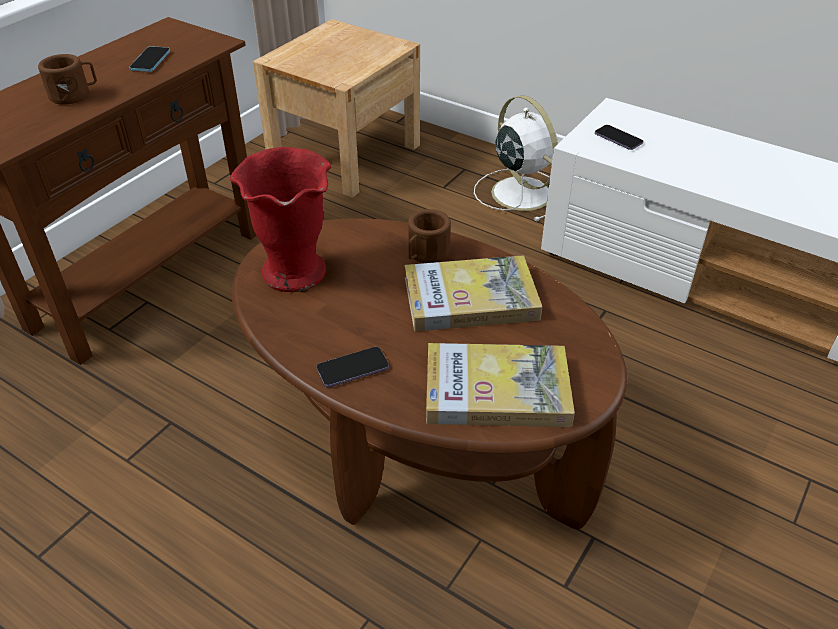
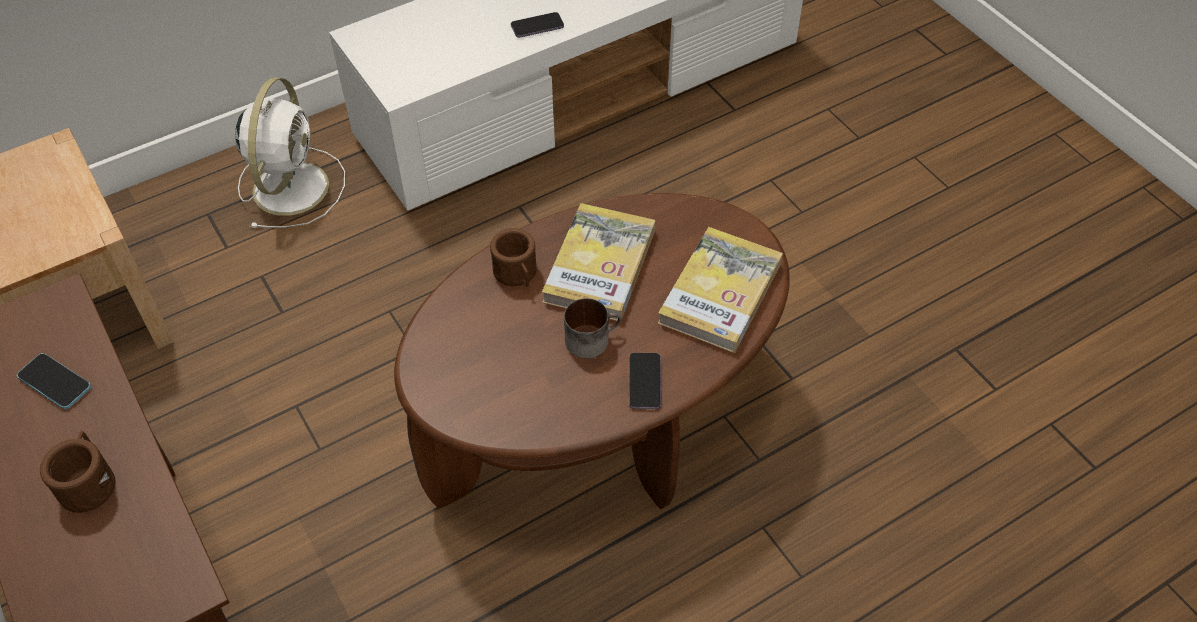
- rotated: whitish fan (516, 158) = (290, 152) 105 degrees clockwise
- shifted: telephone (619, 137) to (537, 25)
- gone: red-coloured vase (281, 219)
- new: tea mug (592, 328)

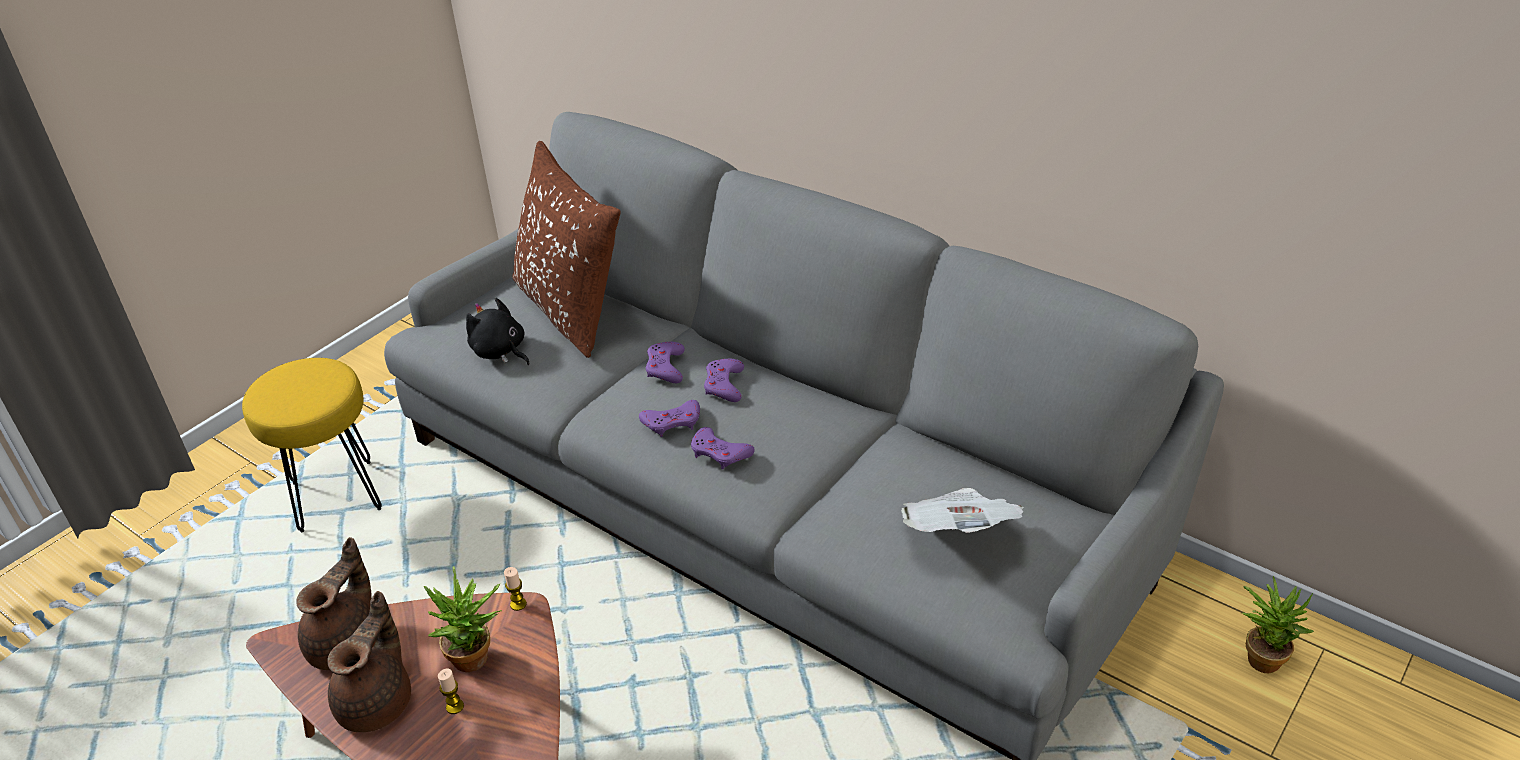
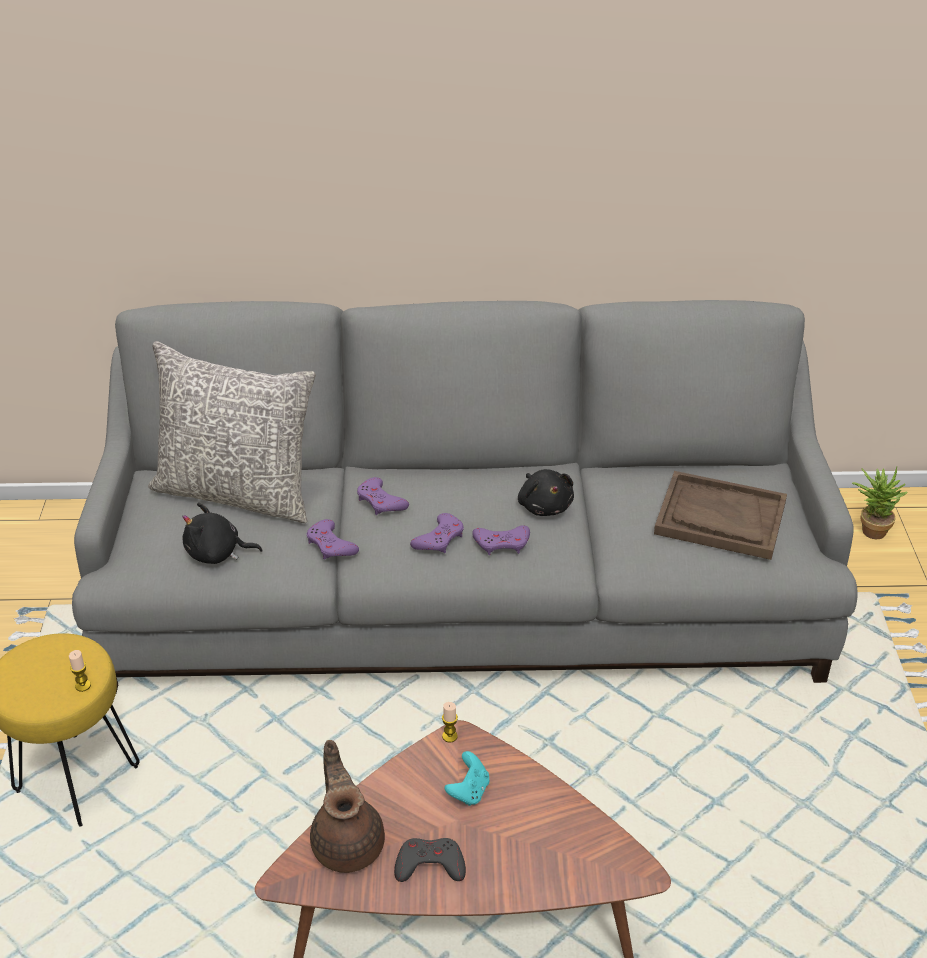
- repainted: brownish throw pillow (566, 249) to gray throw pillow (232, 432)
- shifted: purple-coloured game controller (724, 380) to (333, 539)
- swapped: newspaper (962, 510) to brownish carrying tray (720, 515)
- swapped: potted plant (463, 619) to turquoise game controller (467, 778)
- swapped: brownish tea pot (369, 661) to gray game controller (430, 860)
- shifted: wax candle (451, 691) to (80, 671)
- new: black plush toy (546, 492)

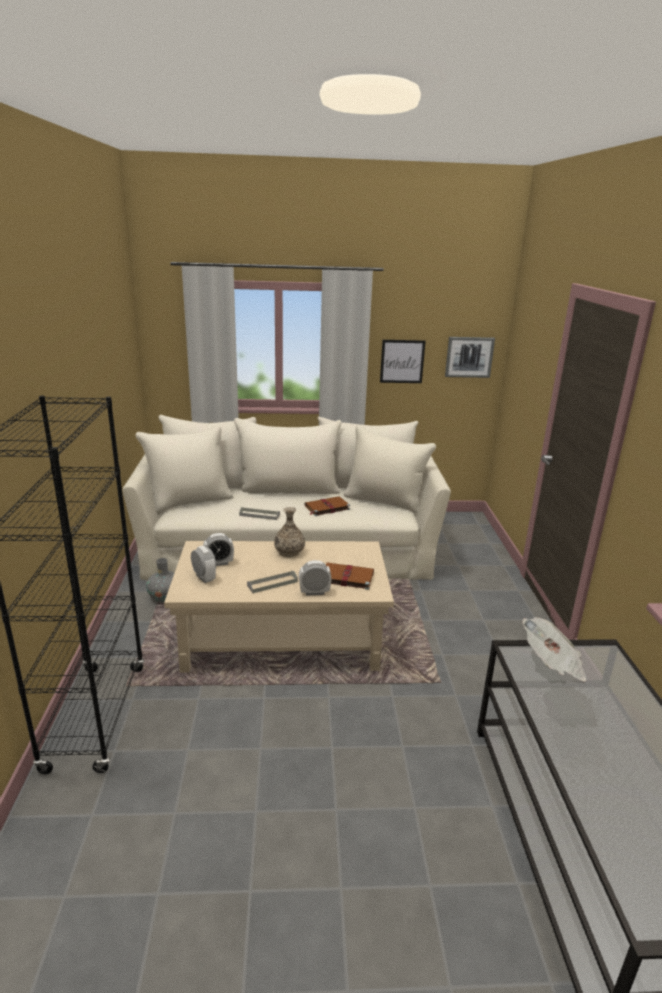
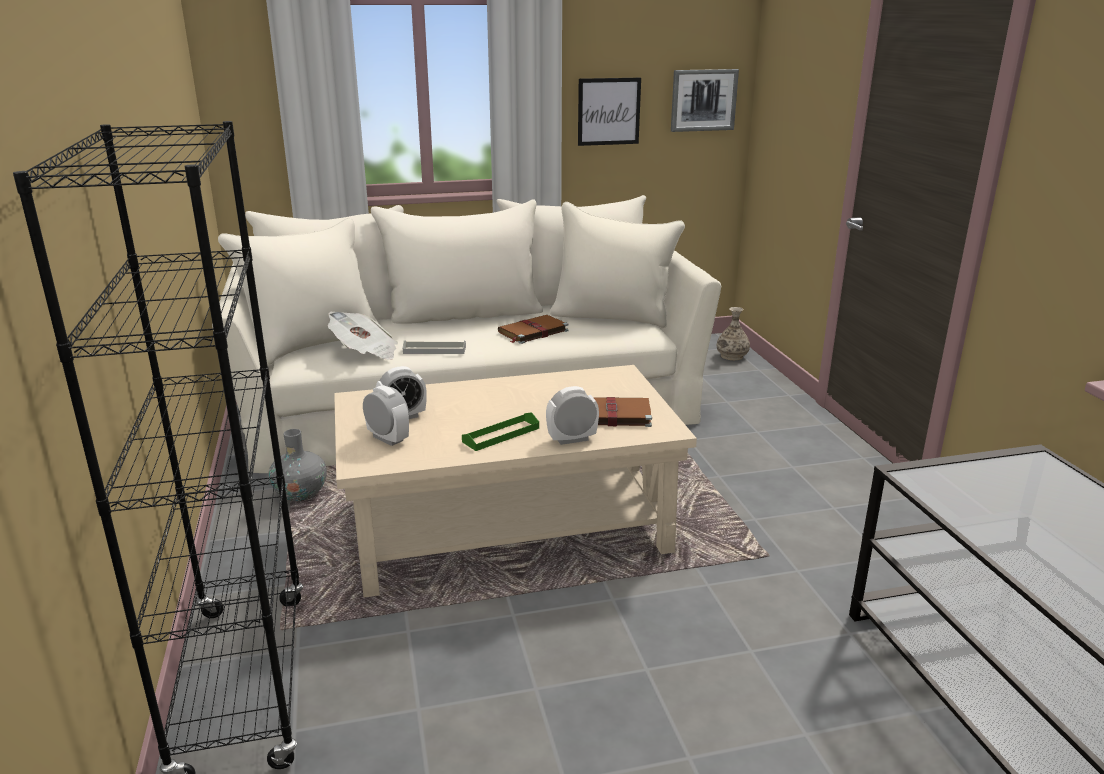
- shifted: vase (289, 532) to (733, 333)
- repainted: gray carrying tray (272, 582) to greenish carrying tray (500, 431)
- shifted: newspaper (555, 649) to (363, 336)

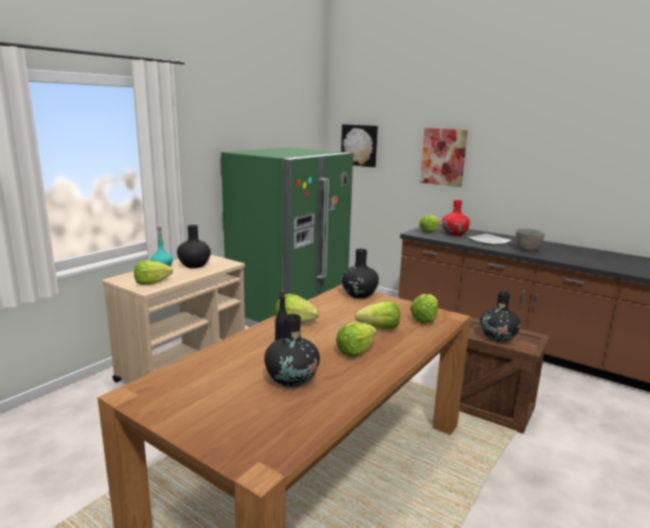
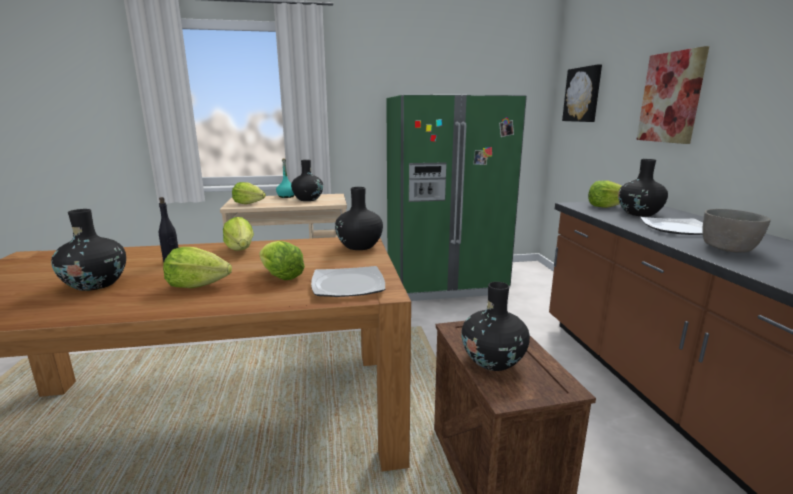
- repainted: red-coloured vase (456, 218) to black vase (643, 188)
- swapped: lettuce head (424, 308) to plate (348, 281)

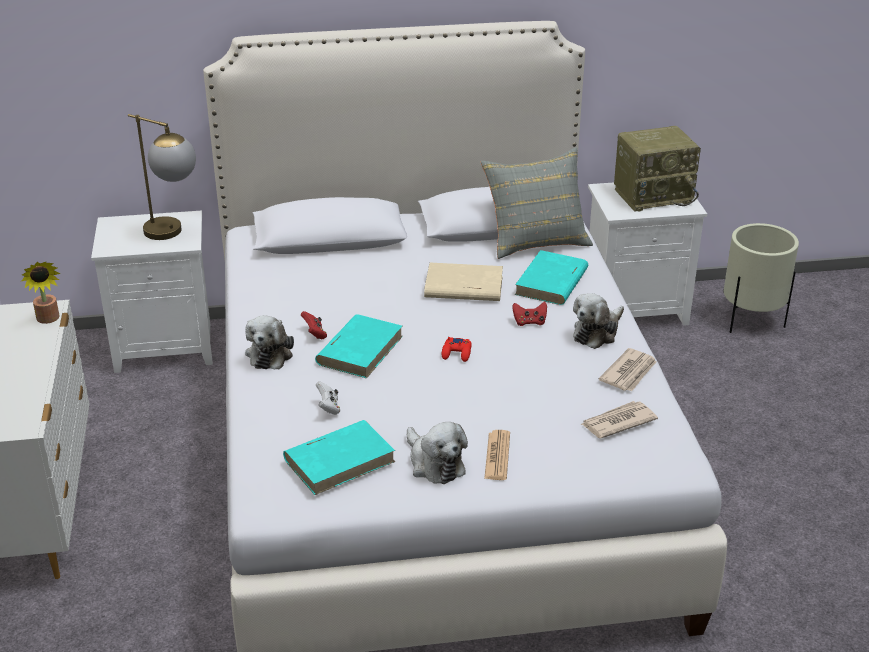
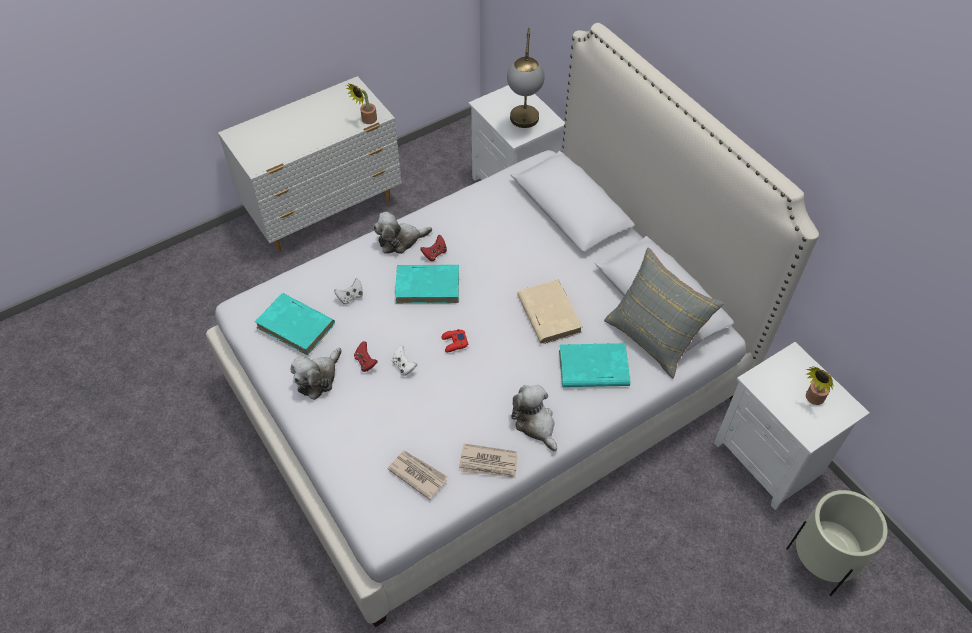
- swapped: radio (657, 169) to potted plant (819, 385)
- rotated: plush toy (598, 321) = (534, 418) 45 degrees clockwise
- shifted: red-coloured game controller (529, 314) to (366, 356)
- gone: newspaper (497, 455)
- new: whitish game controller (404, 360)

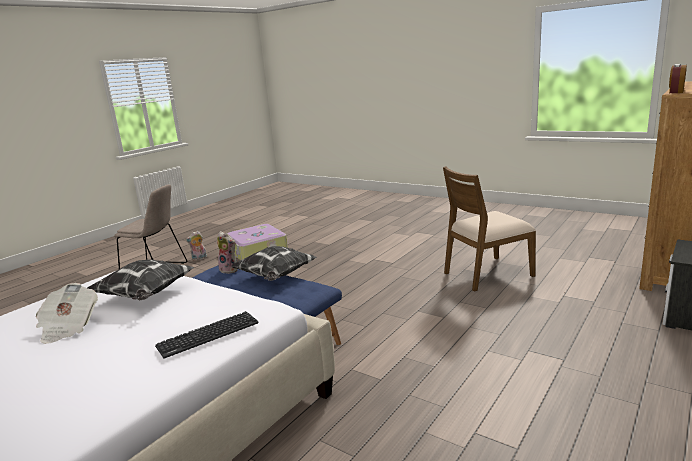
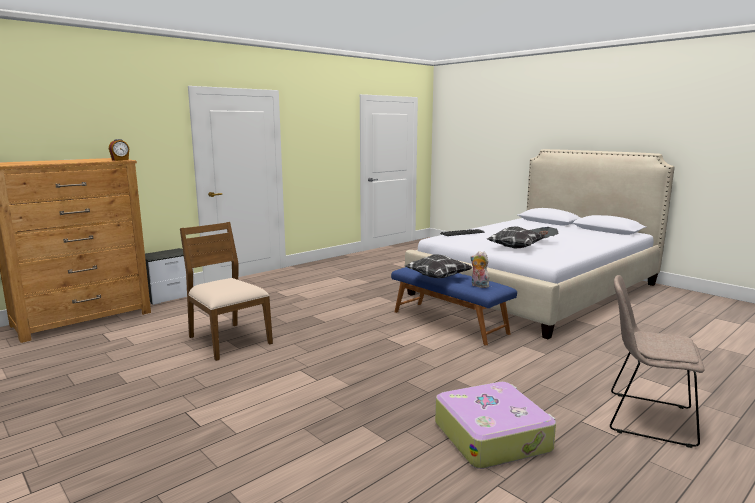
- rotated: brownish chair (489, 228) = (226, 291) 120 degrees counterclockwise
- gone: plush toy (196, 246)

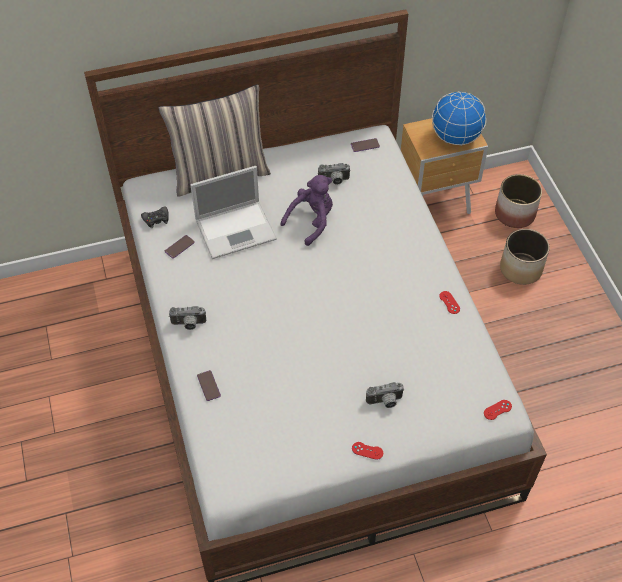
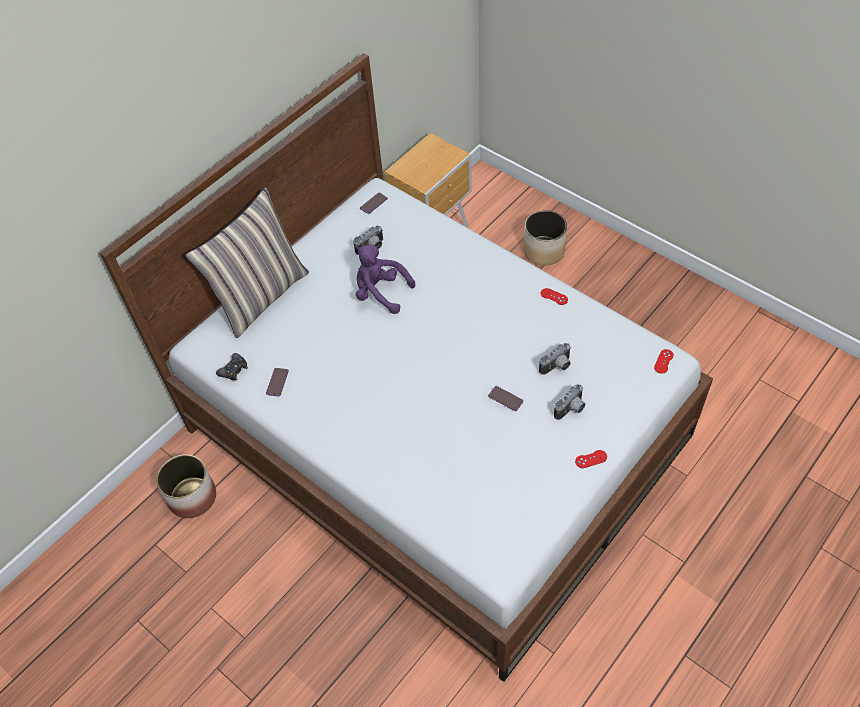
- gone: world globe (459, 118)
- gone: notebook computer (233, 212)
- shifted: flower pot (518, 201) to (186, 486)
- rotated: purple-coloured plush toy (306, 210) = (385, 279) 75 degrees counterclockwise
- shifted: photo camera (187, 318) to (555, 359)
- shifted: telephone (209, 385) to (506, 398)

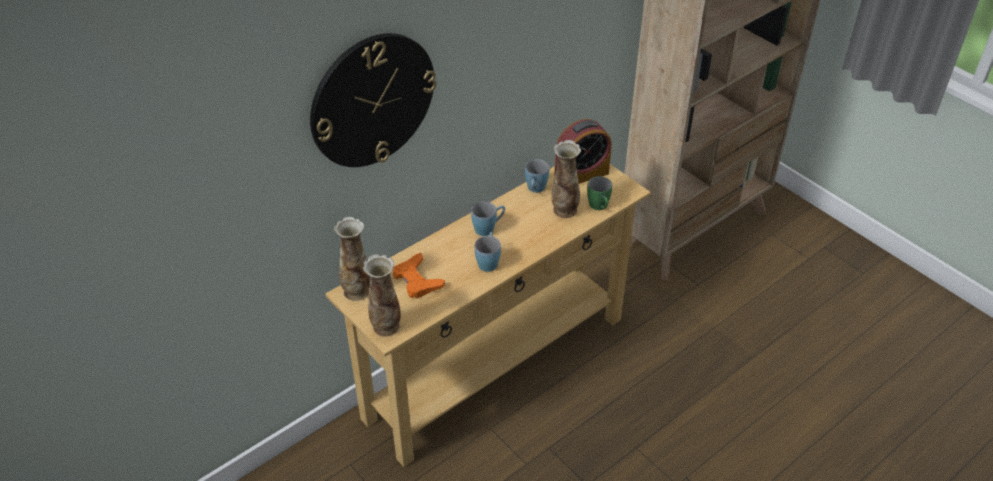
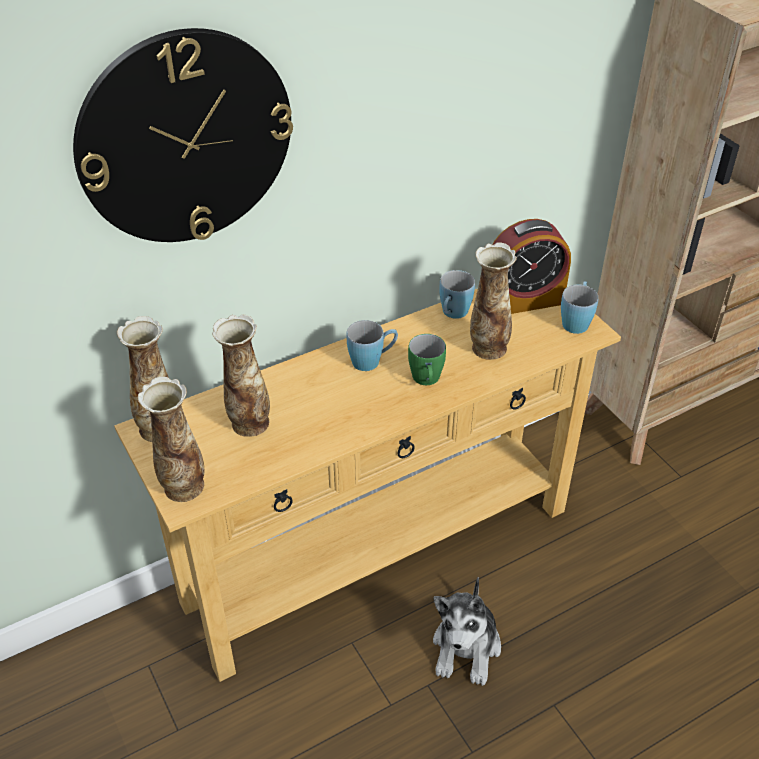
- shifted: greenish tea mug (599, 193) to (427, 359)
- shifted: blue-coloured tea mug (488, 252) to (579, 307)
- swapped: orange game controller (419, 275) to vase (241, 375)
- new: plush toy (467, 631)

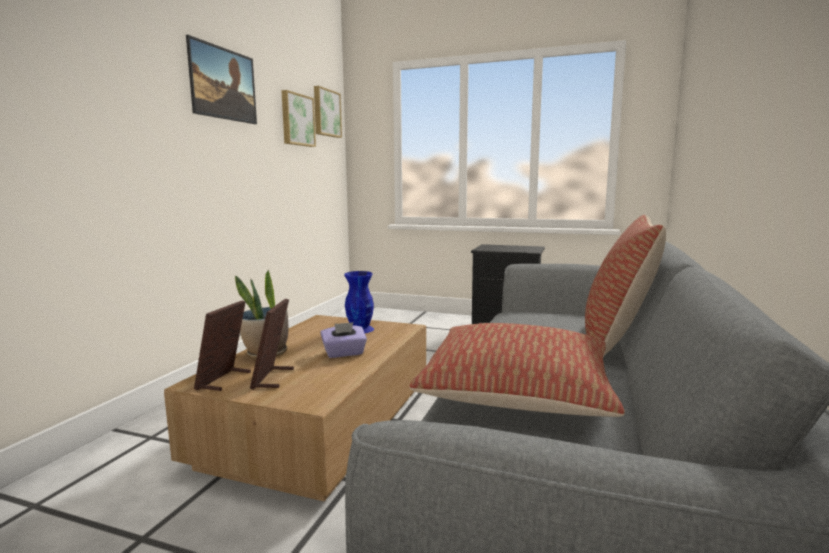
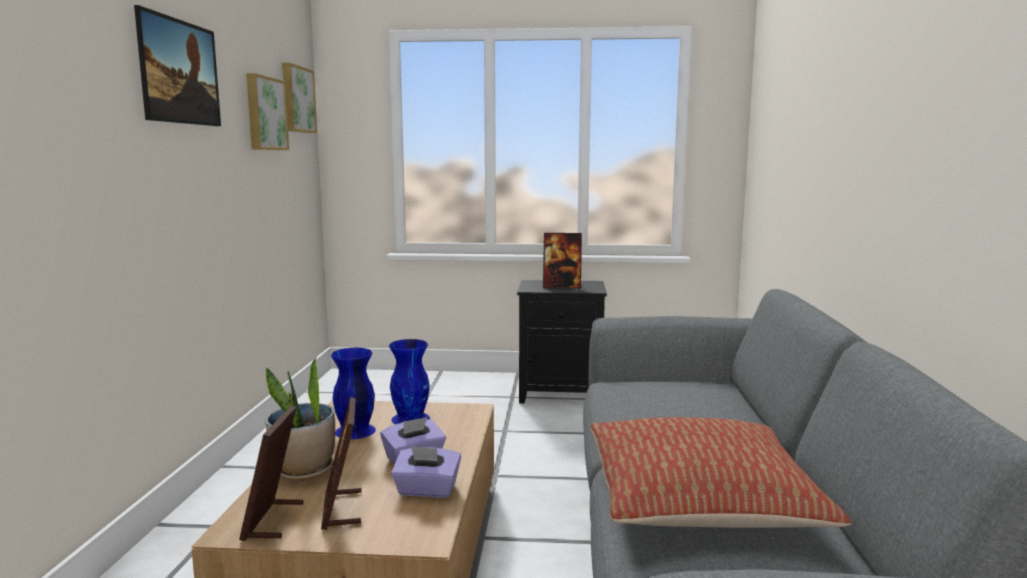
- gone: throw pillow (625, 285)
- new: picture frame (562, 261)
- new: blue-coloured vase (353, 393)
- new: purple-coloured tissue holder (426, 472)

